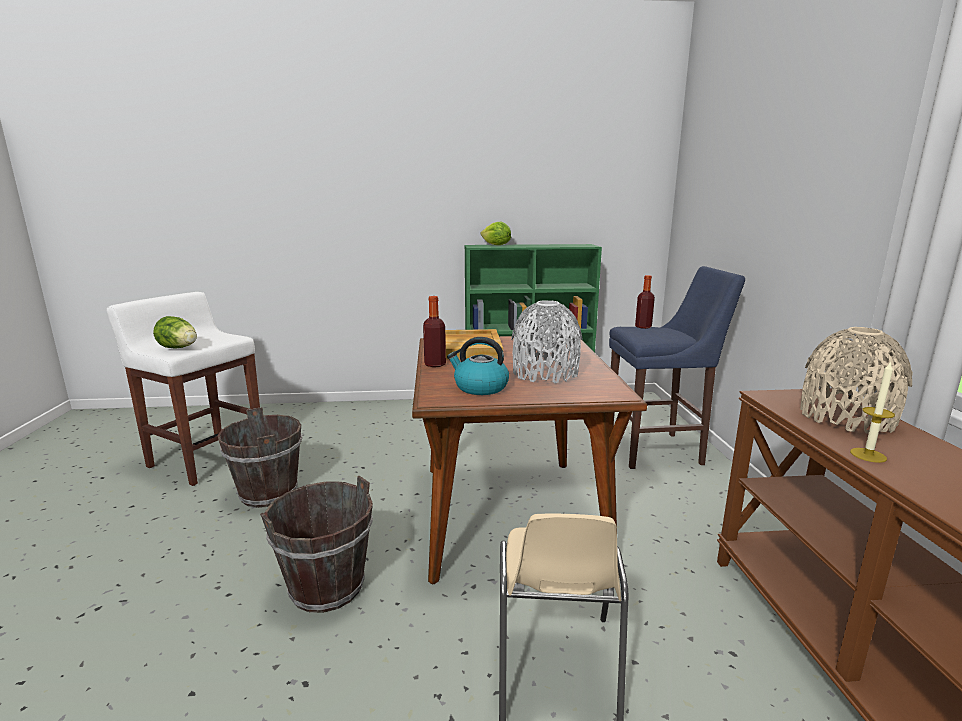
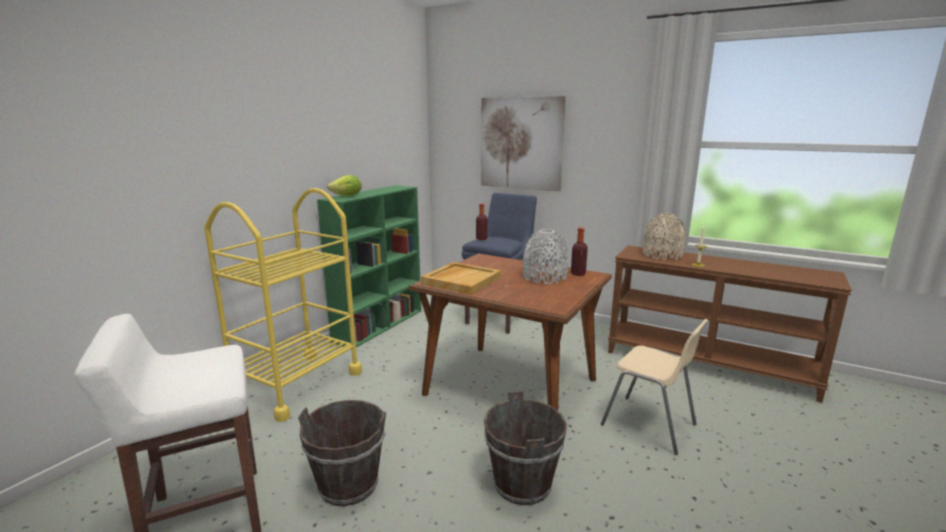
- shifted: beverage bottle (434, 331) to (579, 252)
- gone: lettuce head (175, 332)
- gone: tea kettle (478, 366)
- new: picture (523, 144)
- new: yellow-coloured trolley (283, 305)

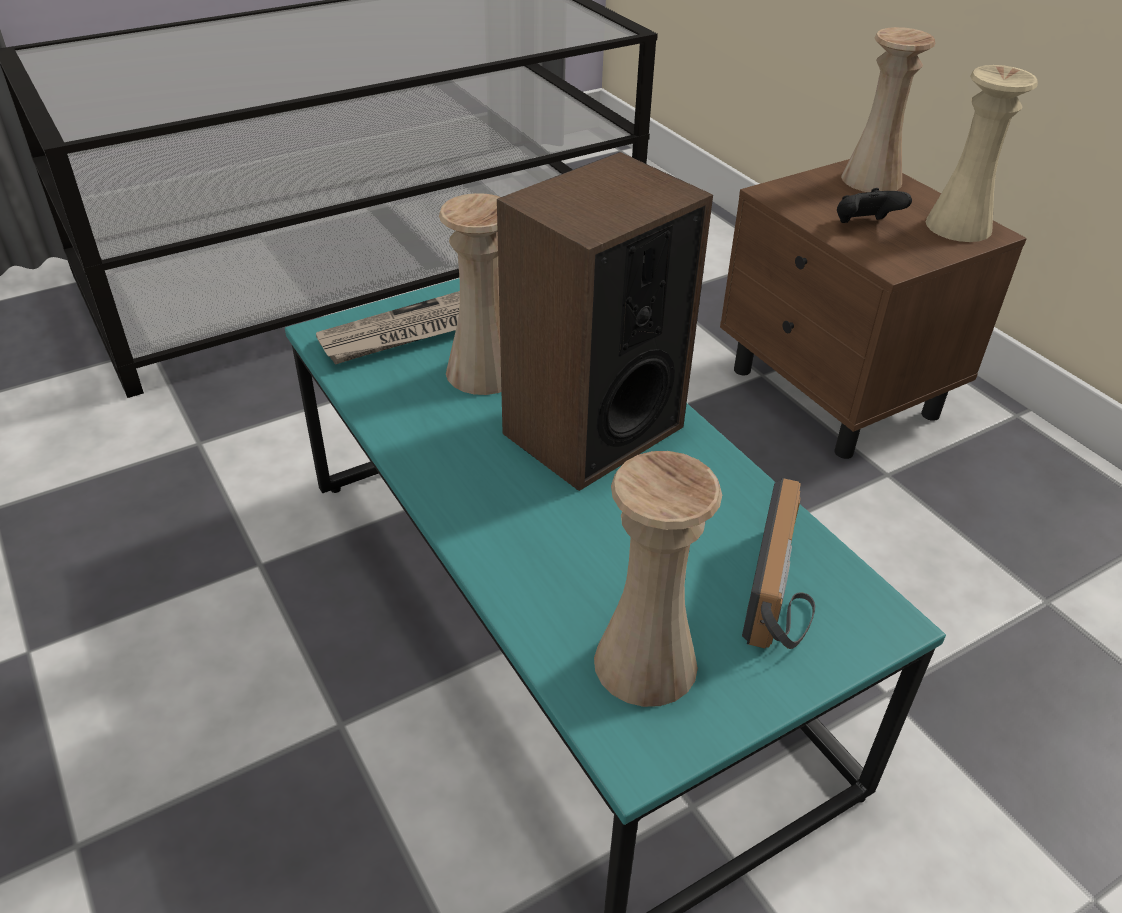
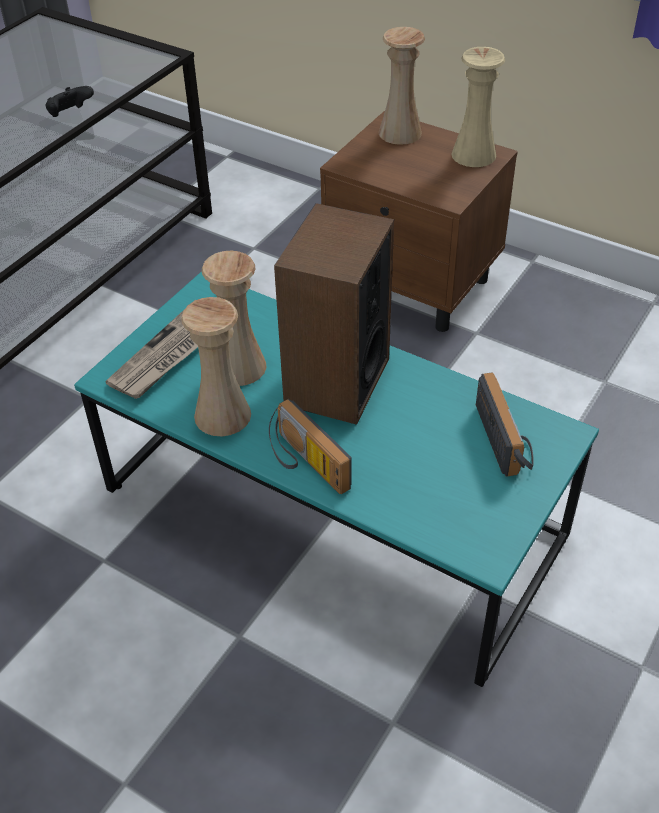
- shifted: black game controller (874, 205) to (70, 101)
- shifted: sand-coloured vase (658, 579) to (216, 366)
- new: radio (310, 446)

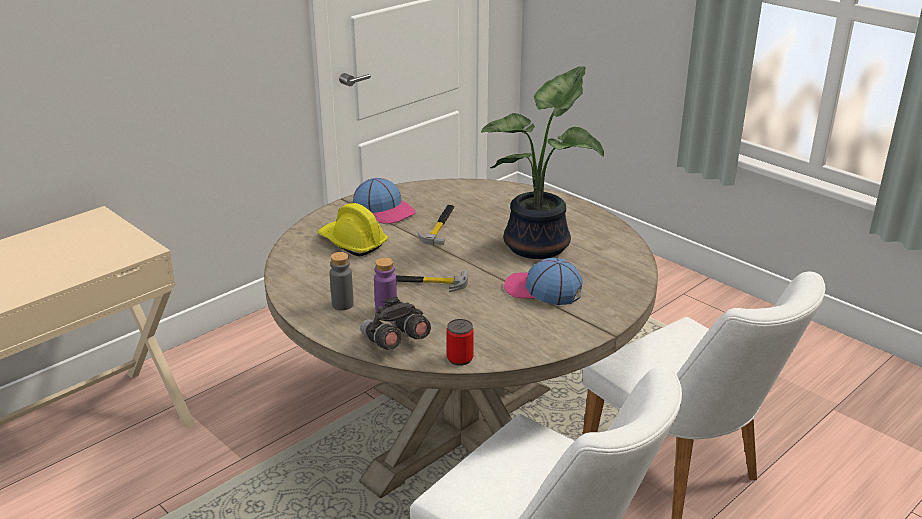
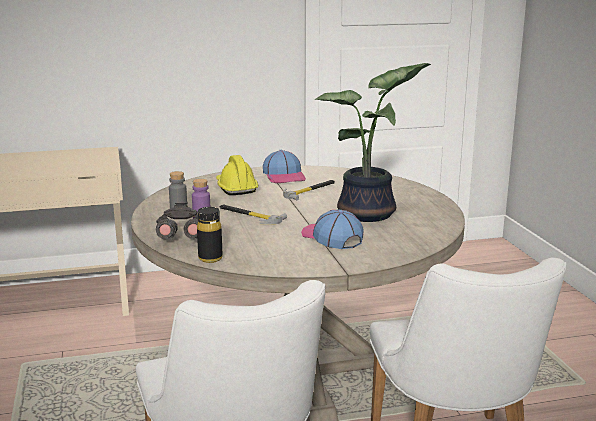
- swapped: sealed can (460, 342) to black beverage bottle (210, 235)

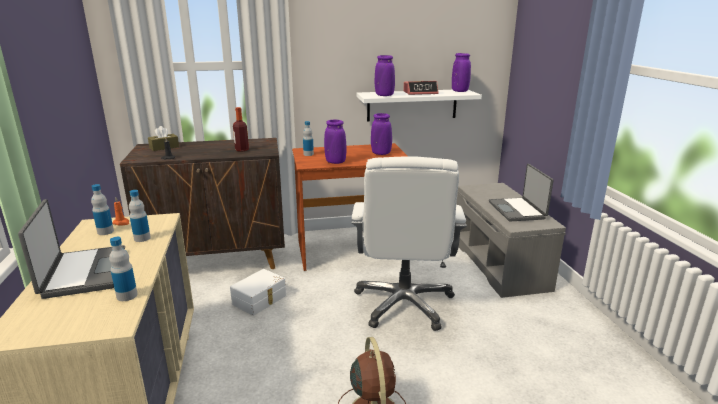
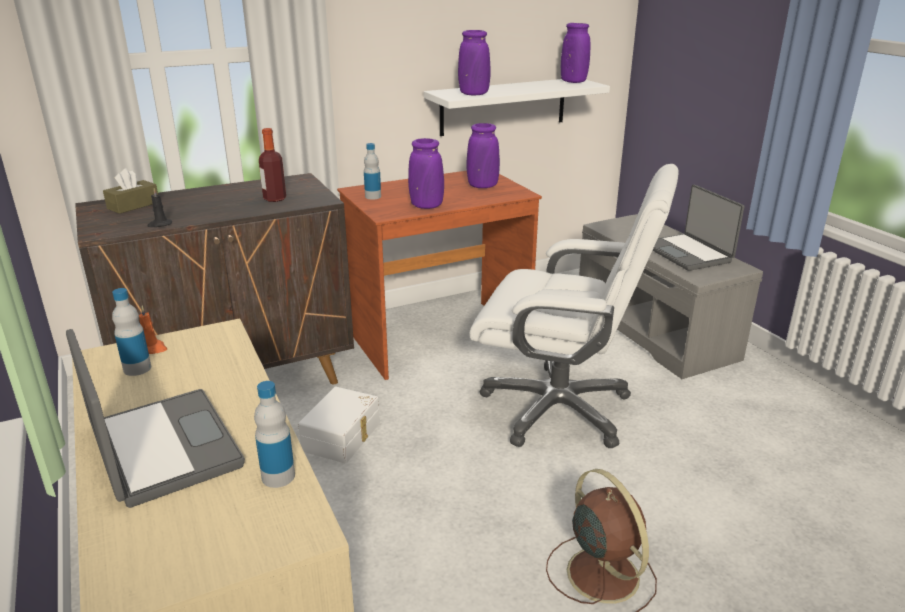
- gone: alarm clock (421, 88)
- rotated: whitish desk chair (409, 243) = (574, 306) 60 degrees counterclockwise
- gone: beverage bottle (140, 216)

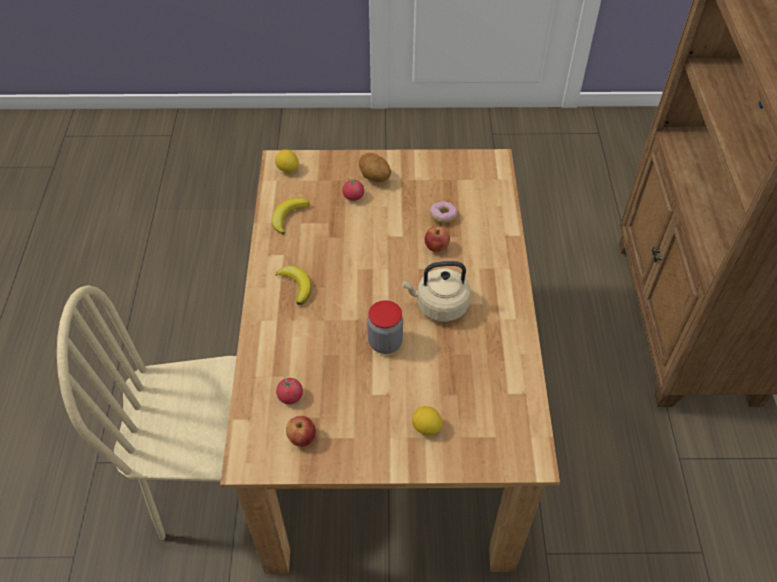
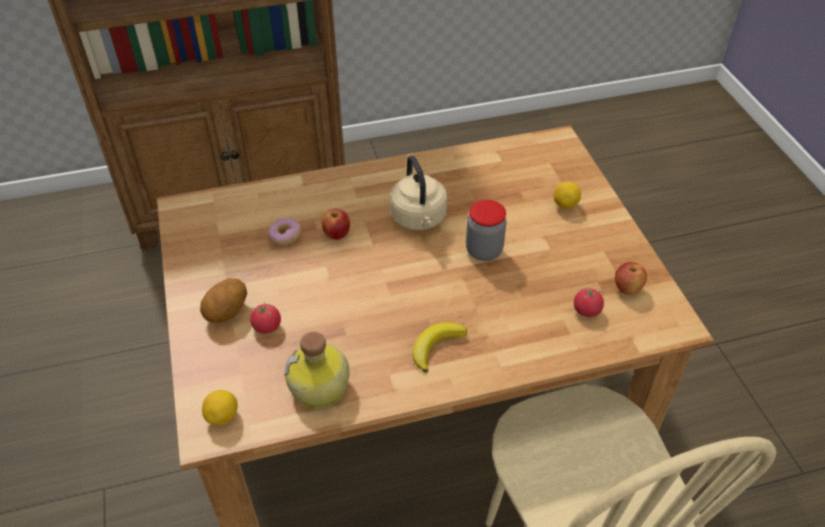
- swapped: whole banana (291, 216) to beverage bottle (316, 370)

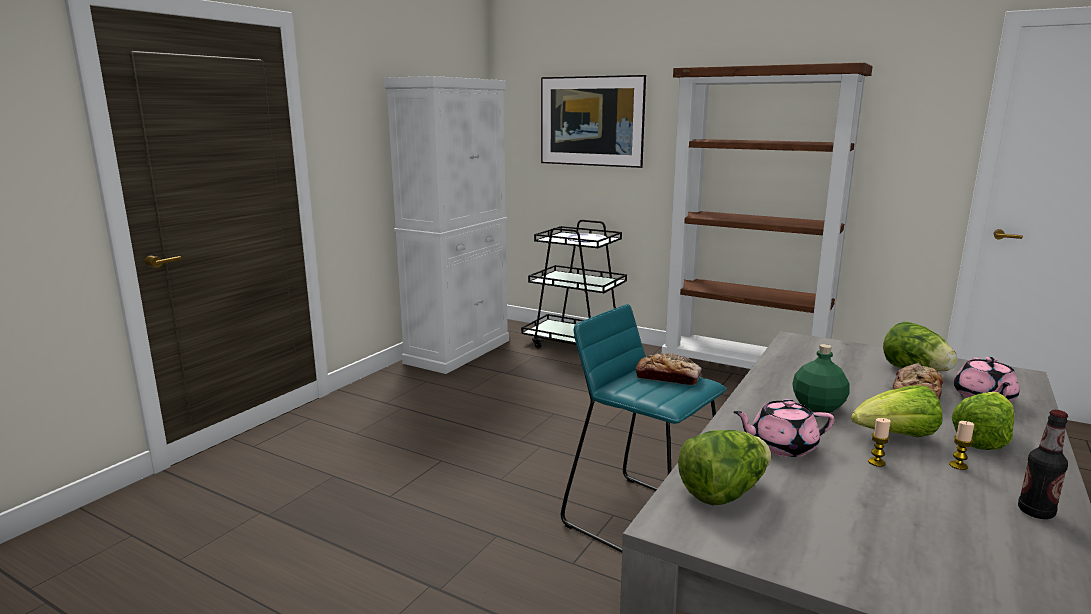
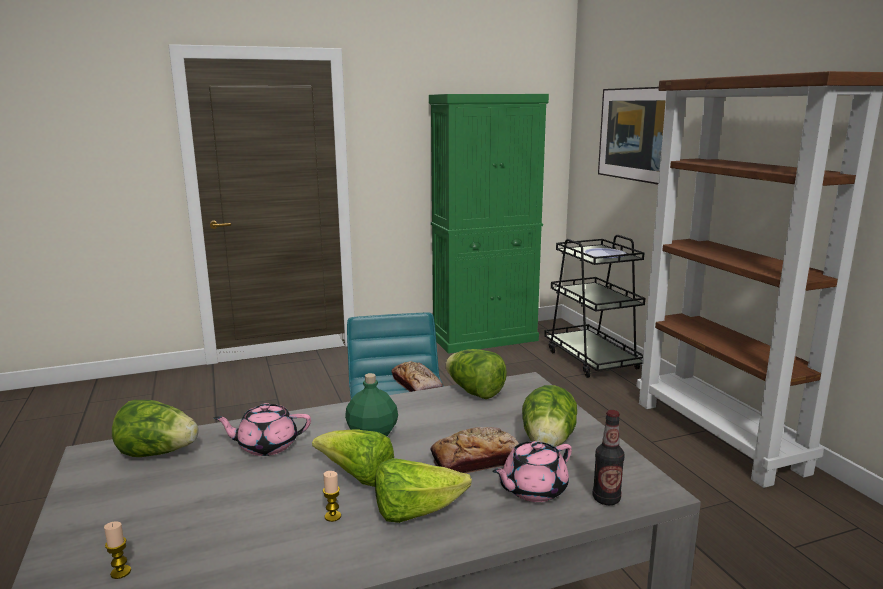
- repainted: whitish cupboard (446, 225) to greenish cupboard (489, 224)
- rotated: pink-coloured tea pot (783, 428) = (262, 429) 45 degrees counterclockwise
- shifted: beverage bottle (1043, 464) to (609, 457)
- shifted: wax candle (879, 442) to (117, 550)
- new: lettuce head (476, 374)

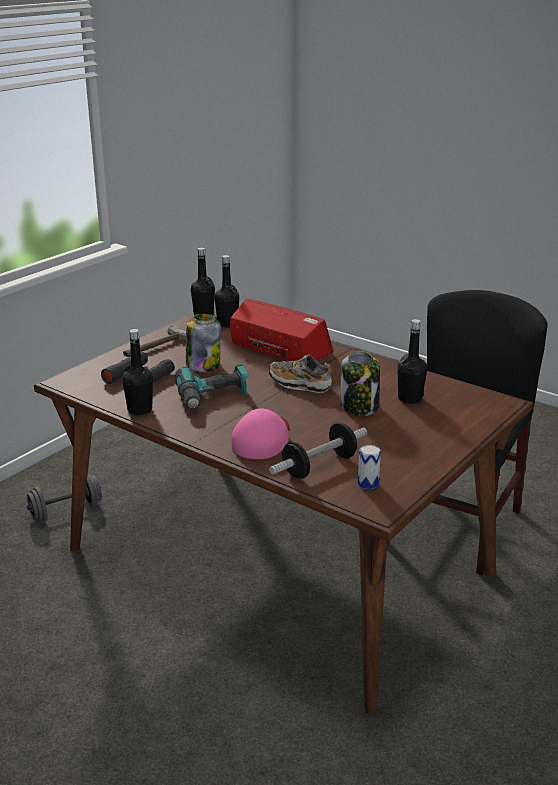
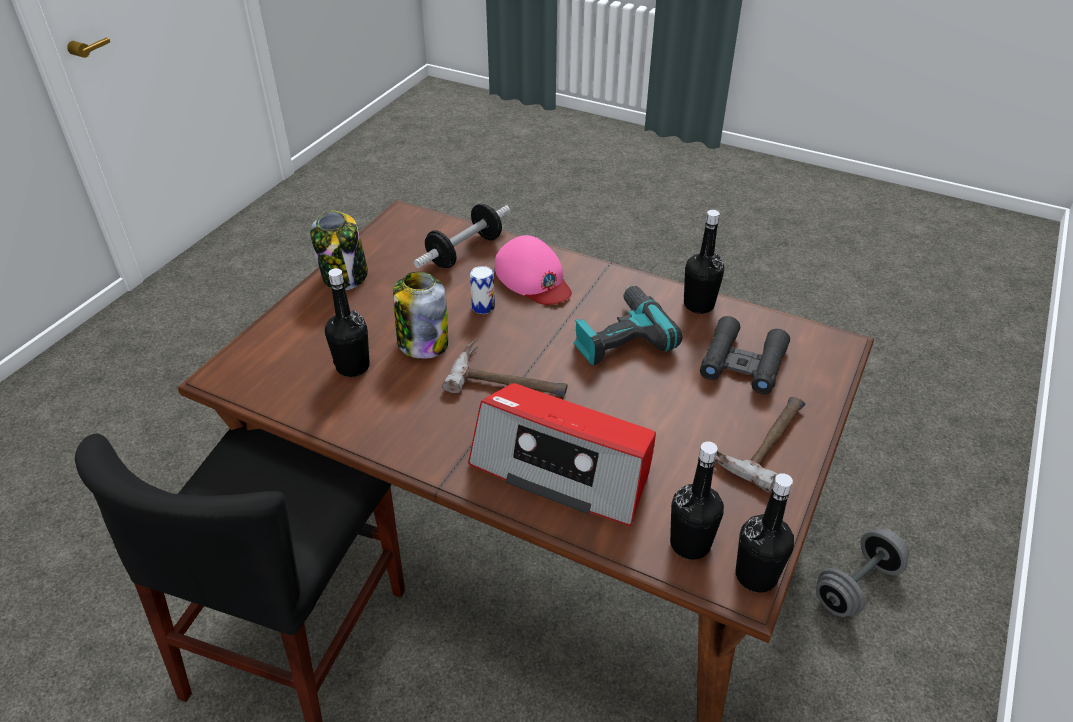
- shifted: storage jar (203, 343) to (339, 250)
- swapped: shoe (301, 373) to tool hammer (505, 367)
- rotated: pink-coloured cap (260, 433) = (533, 270) 45 degrees counterclockwise
- shifted: sealed can (369, 467) to (482, 290)

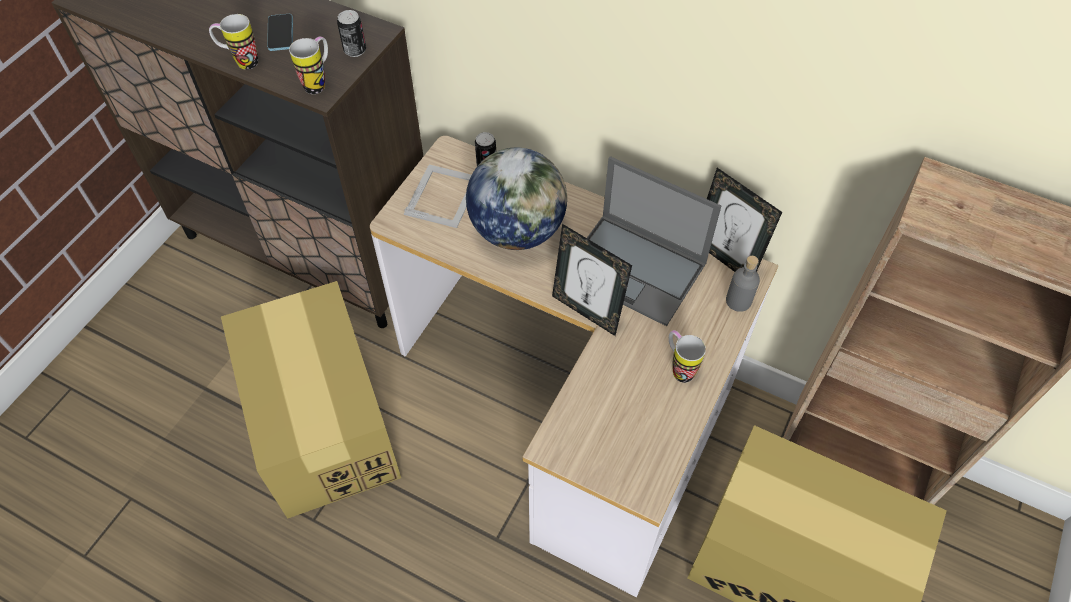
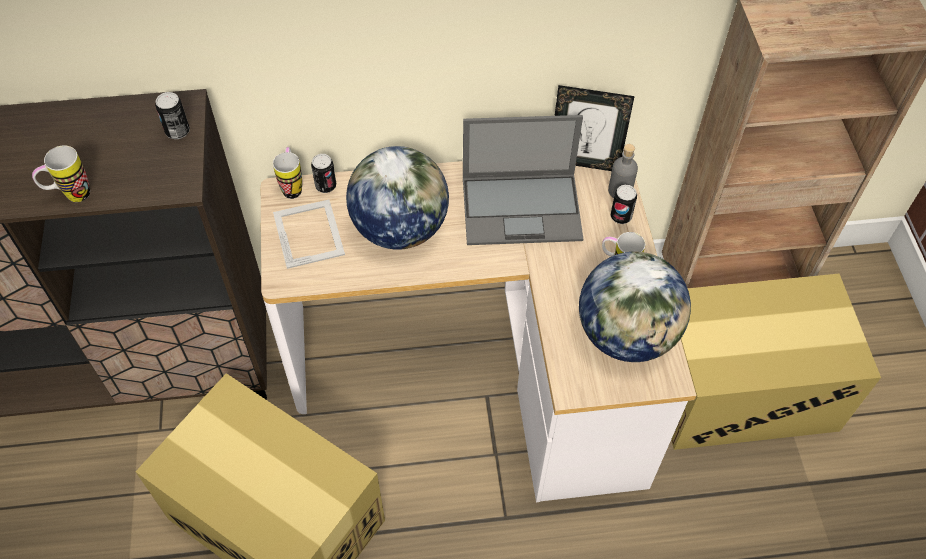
- gone: telephone (280, 32)
- shifted: tea mug (308, 65) to (287, 173)
- gone: picture frame (592, 280)
- new: sealed can (623, 204)
- new: world globe (635, 307)

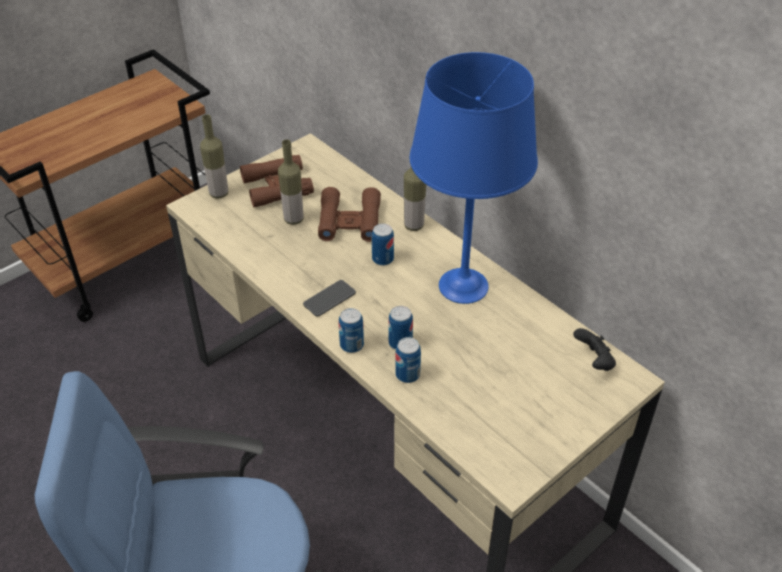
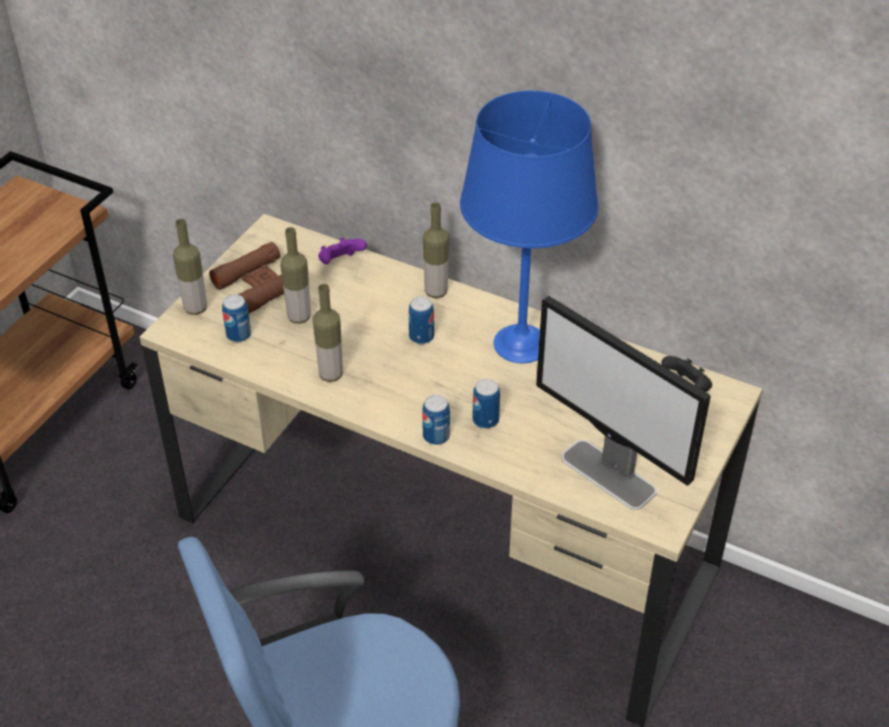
- gone: brownish pair of binoculars (349, 214)
- gone: telephone (329, 298)
- shifted: sealed can (408, 360) to (236, 318)
- new: purple-coloured game controller (342, 250)
- new: beverage bottle (328, 333)
- new: computer screen (623, 403)

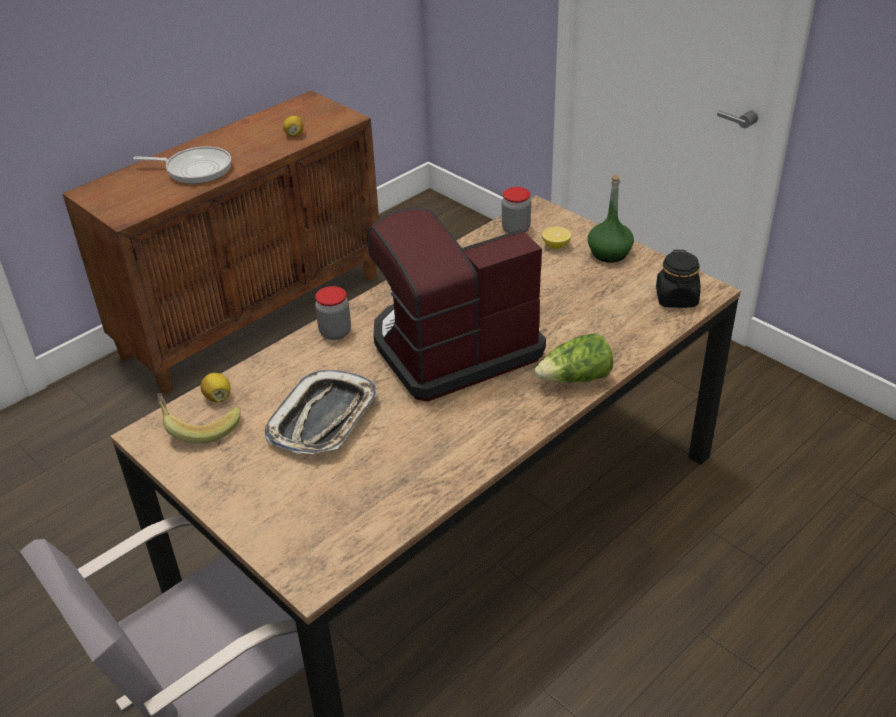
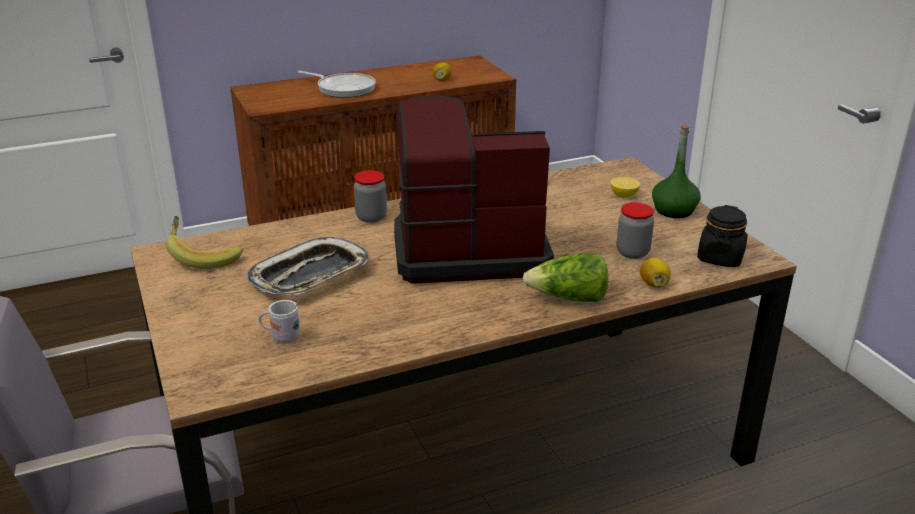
- shifted: storage jar (516, 210) to (635, 231)
- shifted: lemon (215, 387) to (655, 273)
- new: whitish tea mug (279, 322)

